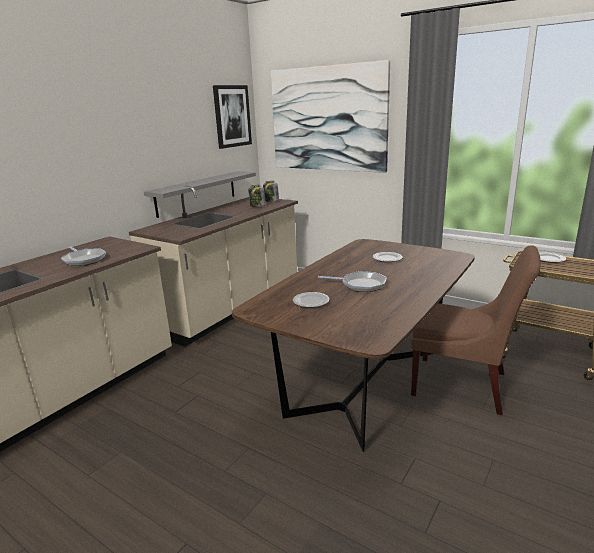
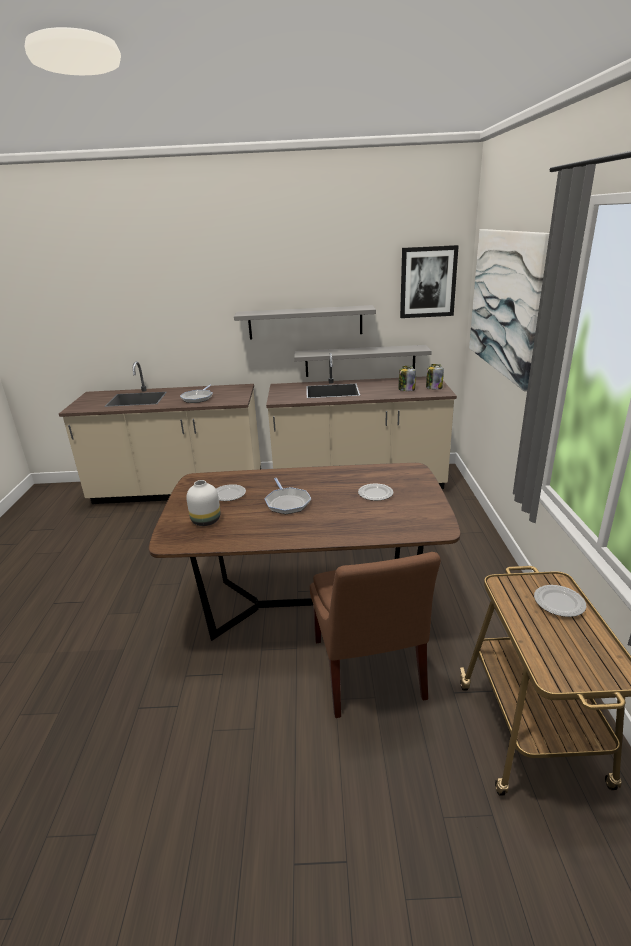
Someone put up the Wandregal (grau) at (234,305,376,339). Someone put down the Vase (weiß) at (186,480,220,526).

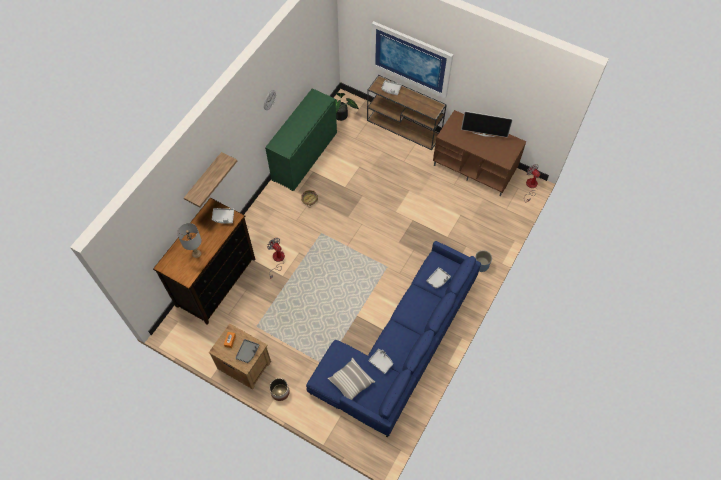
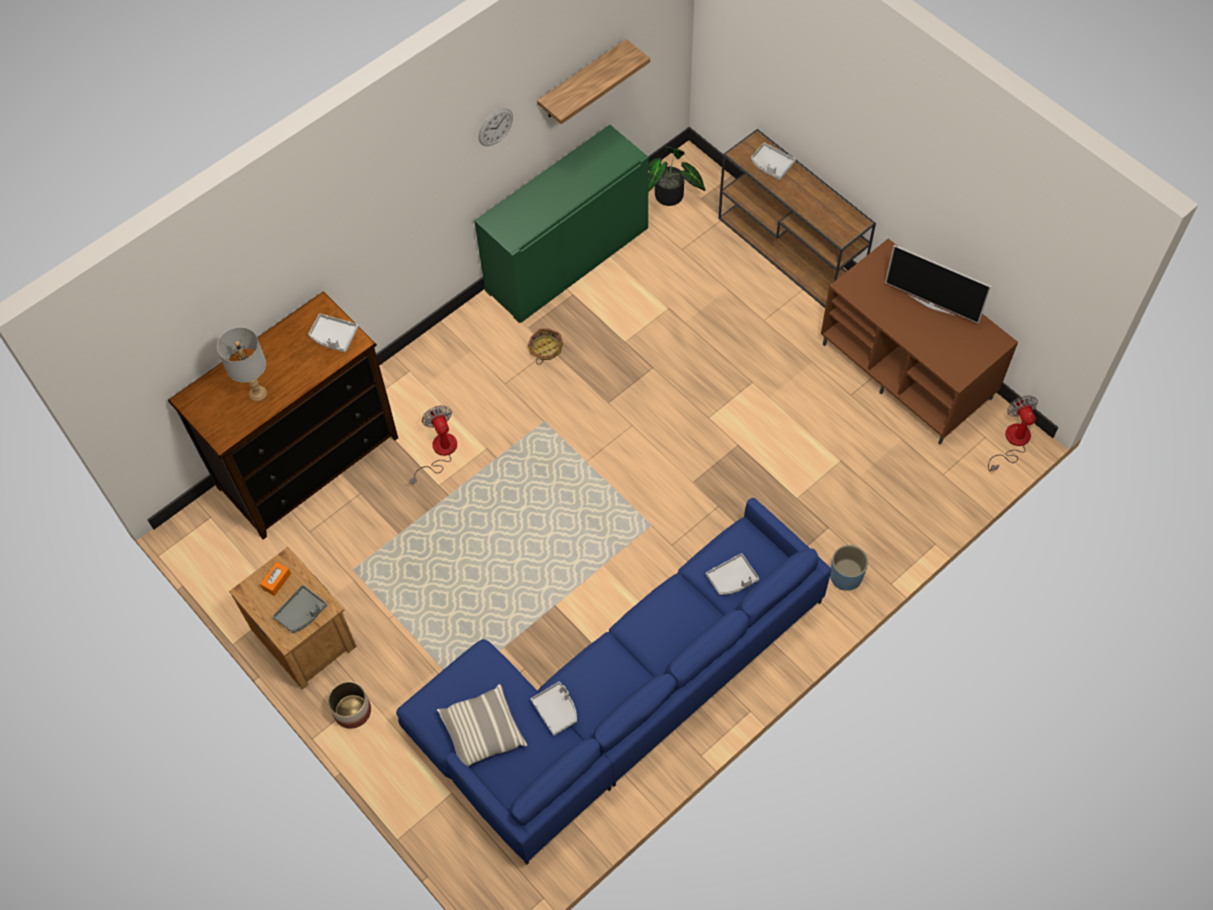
Someone took away the Bild at (371,21,453,99). Someone carried the Wandregal from (184,152,237,207) to (537,39,650,124).

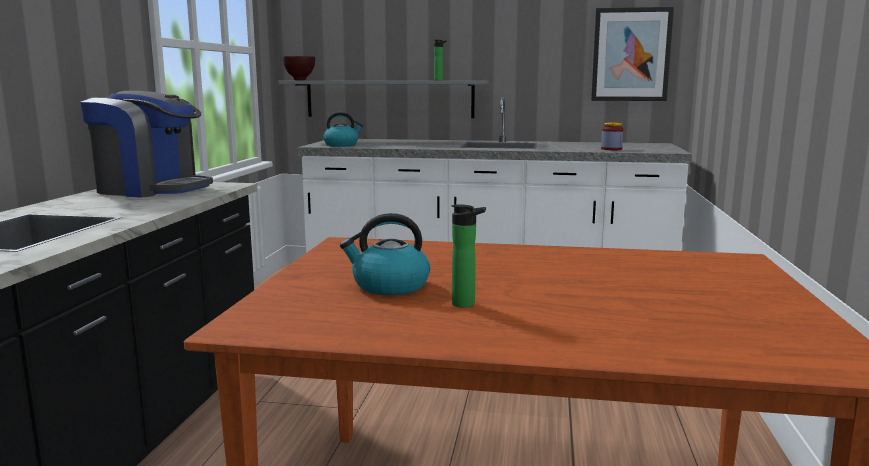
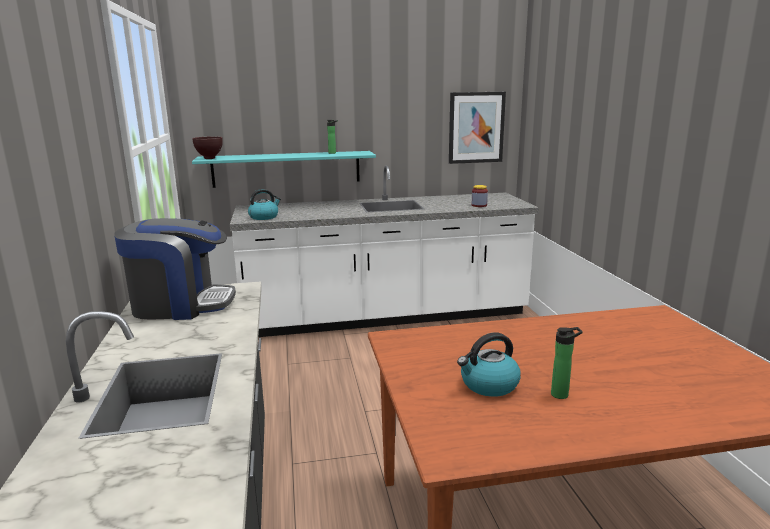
Someone repainted the Wandregal (grau) at (278,81,489,118), which became the Wandregal (türkis) at (192,151,376,188).

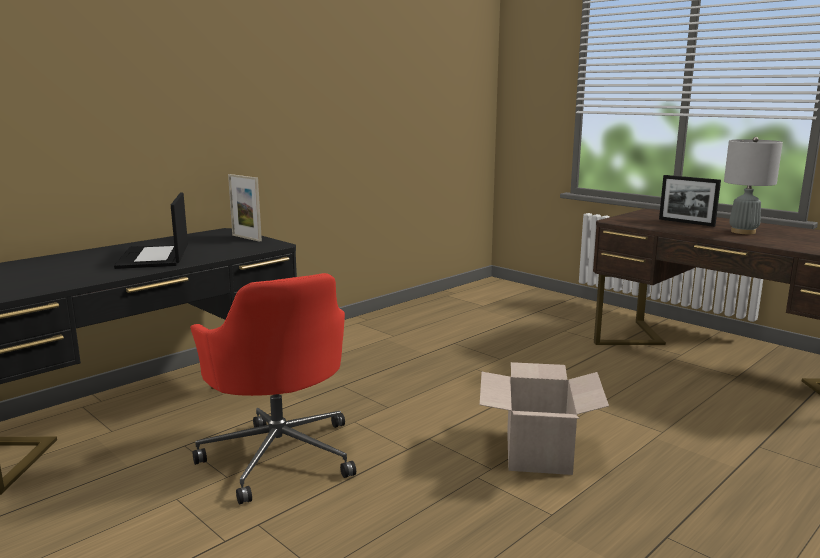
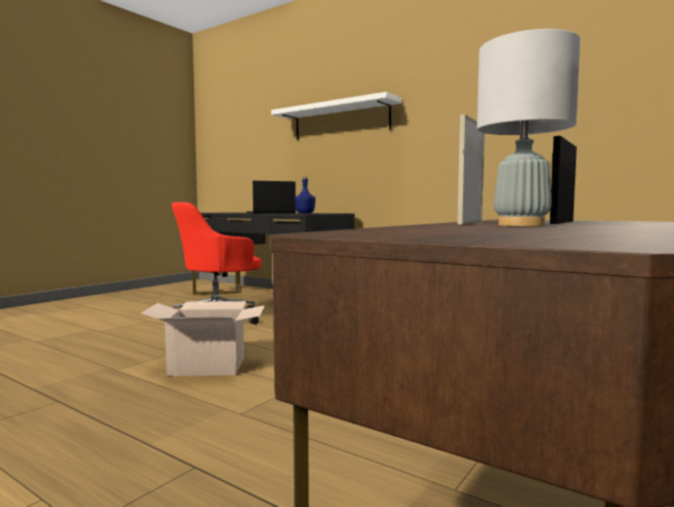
Someone carried the Bilderrahmen from (228,174,262,242) to (457,114,485,224). Someone put up the Wandregal (weiß) at (271,92,402,139). Someone put down the Flasche (blau) at (295,176,316,213).

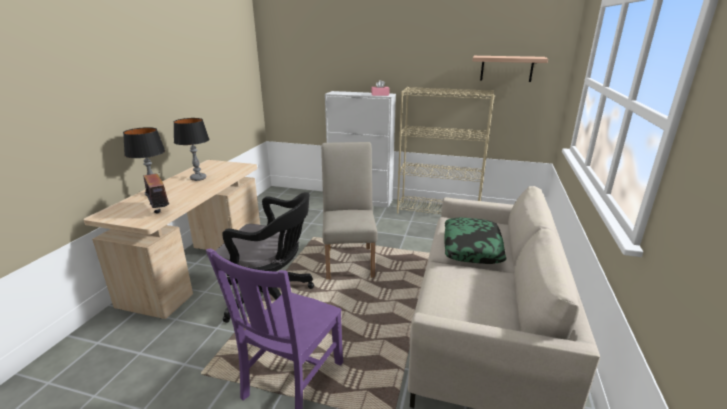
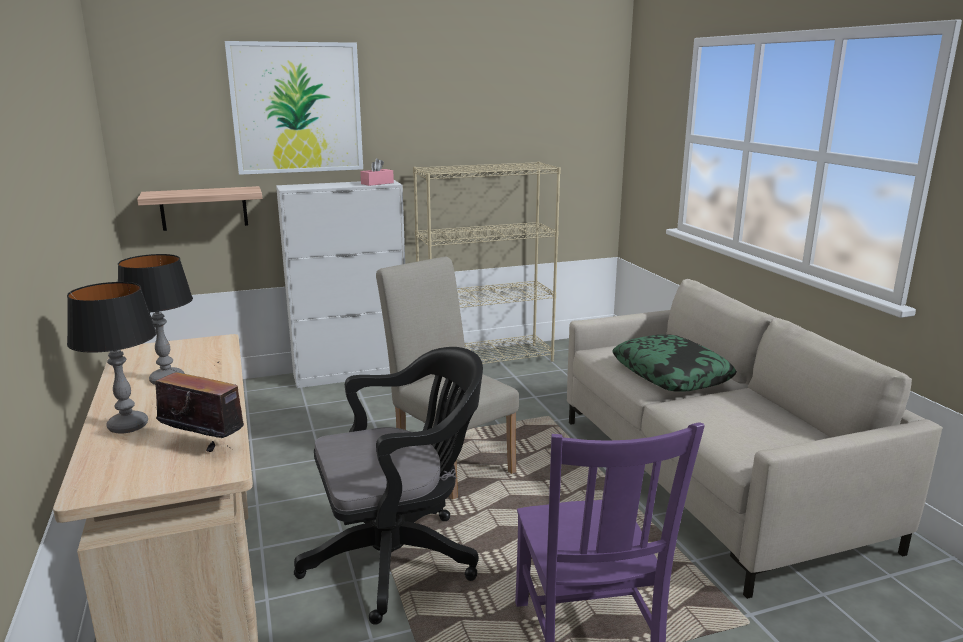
Someone carried the Wandregal from (473,56,548,82) to (137,186,262,231). Someone put up the Bild at (225,41,363,175).

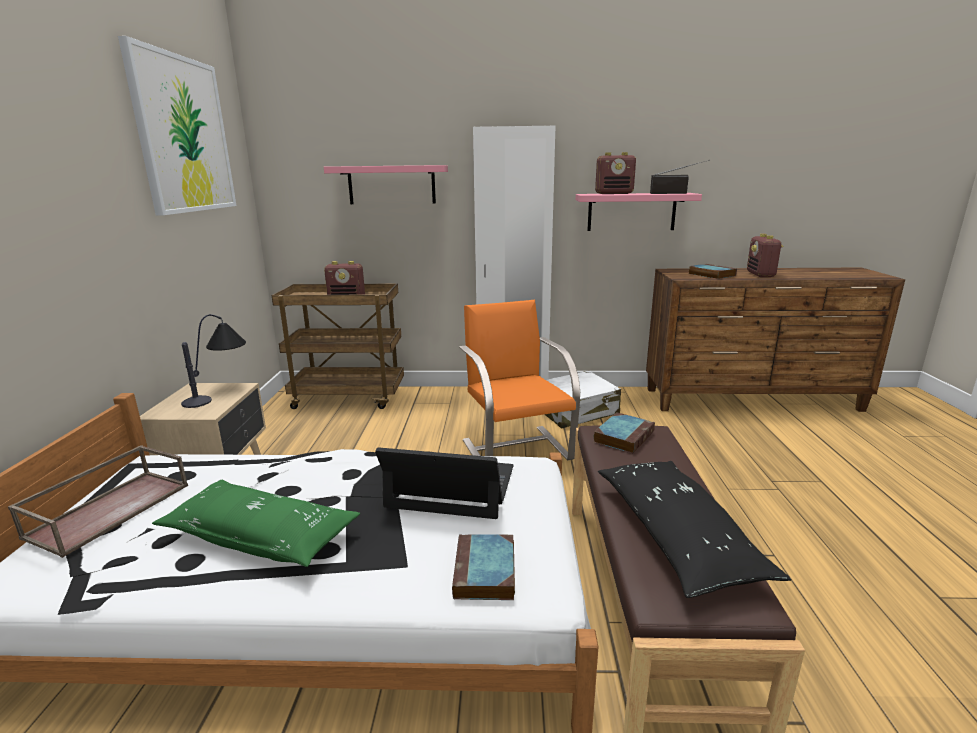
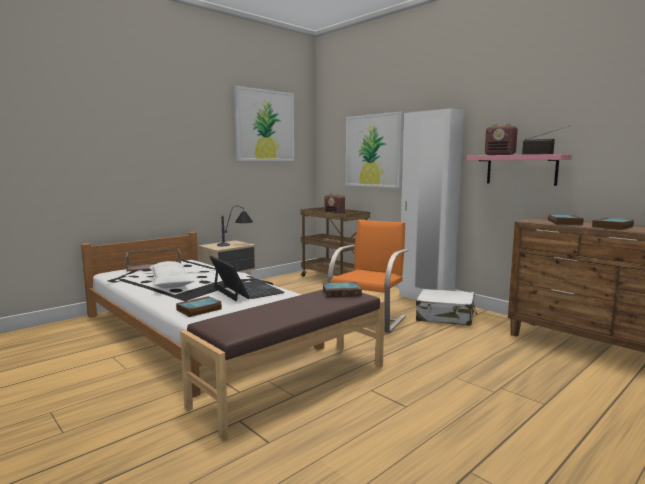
Someone swapped the Wandregal (rosa) at (324,165,448,204) for the Bild at (346,111,403,188). Someone swapped the Radio at (747,234,784,277) for the Buch at (592,218,634,230). Someone took away the Kissen (schwarz) at (598,461,791,598). Someone repainted the Kissen (grün) at (152,480,360,567), which became the Kissen (weiß) at (148,261,195,288).

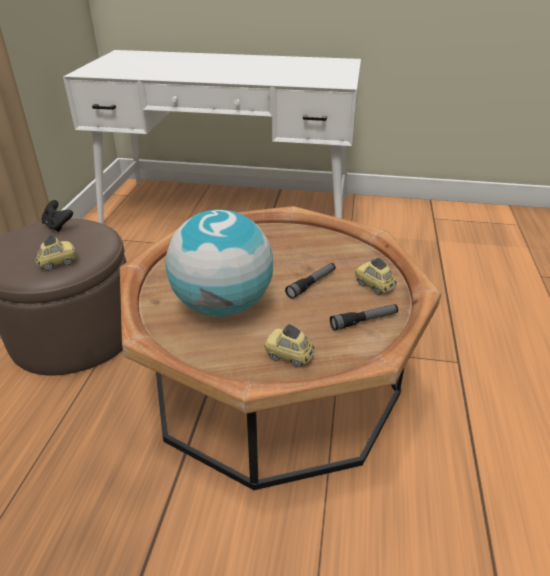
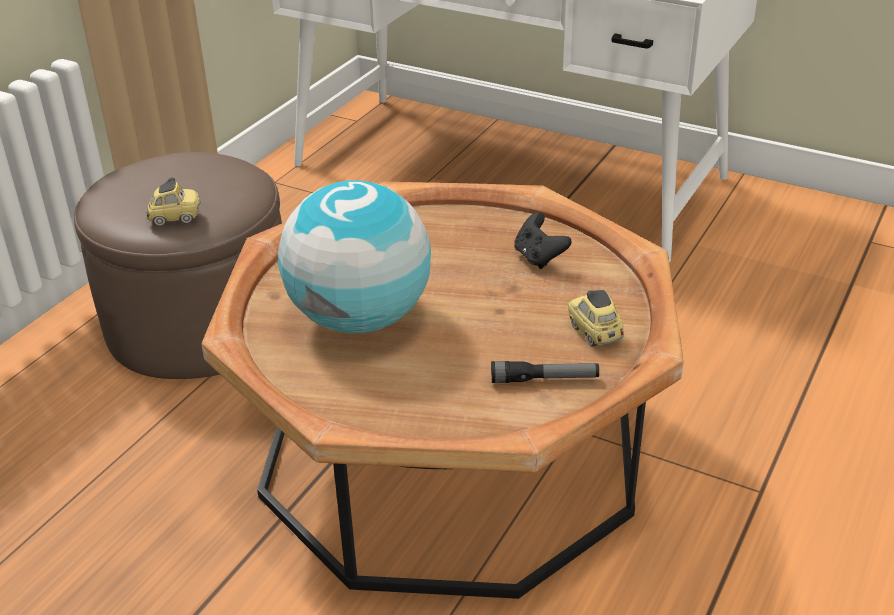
Someone carried the Gamepad (schwarz) from (41,200,73,232) to (514,212,572,269). Someone took away the Taschenlampe at (285,263,335,299). Someone took away the Spielzeugauto at (264,324,315,367).

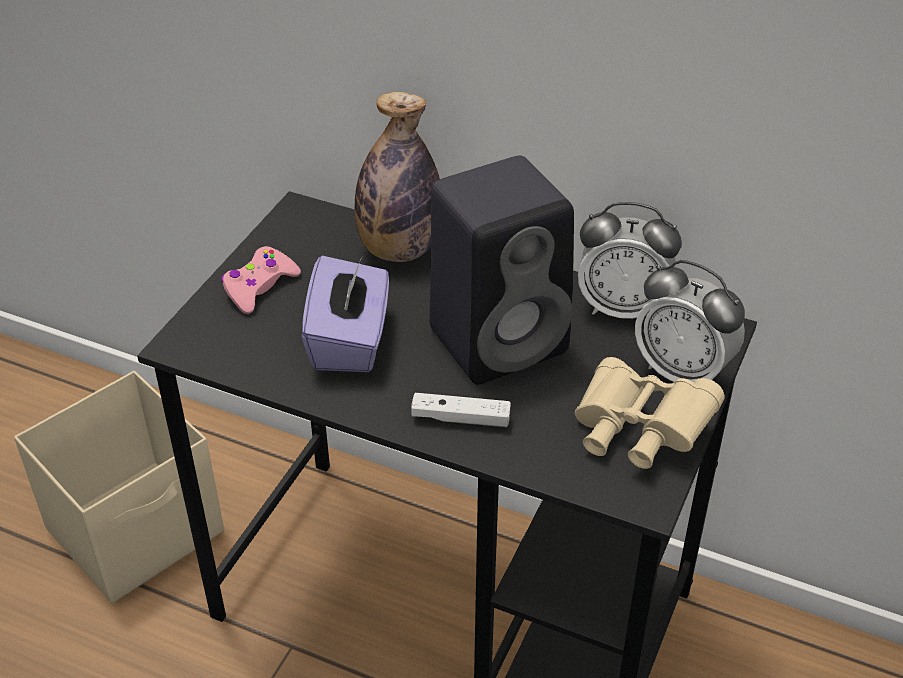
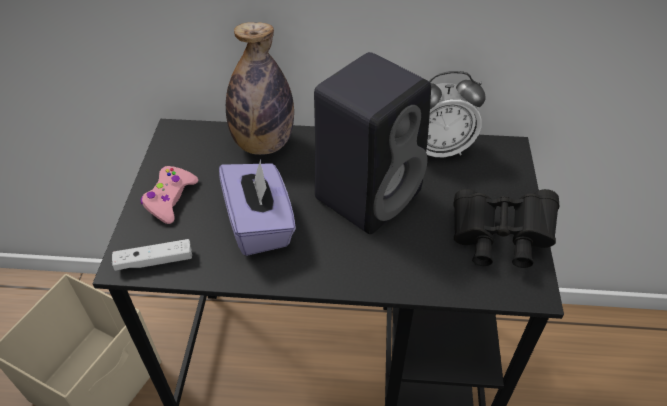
Someone took away the Wecker at (635,260,745,382). Someone repainted the Fernglas (beige) at (575,357,725,469), which became the Fernglas (schwarz) at (453,189,560,268). Someone carried the Gamepad (weiß) from (411,393,511,427) to (112,239,192,271).

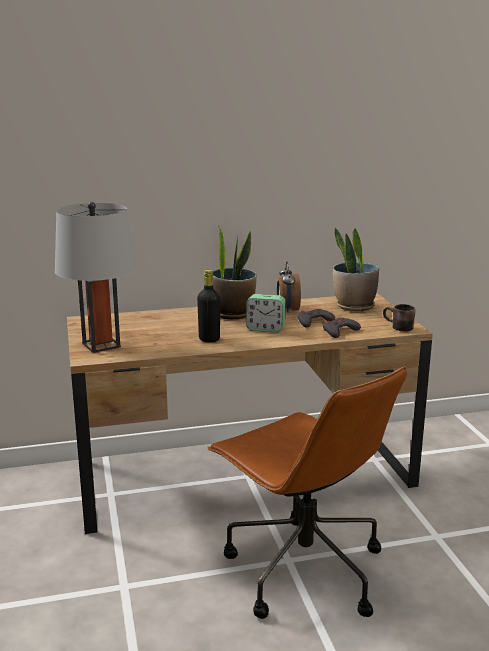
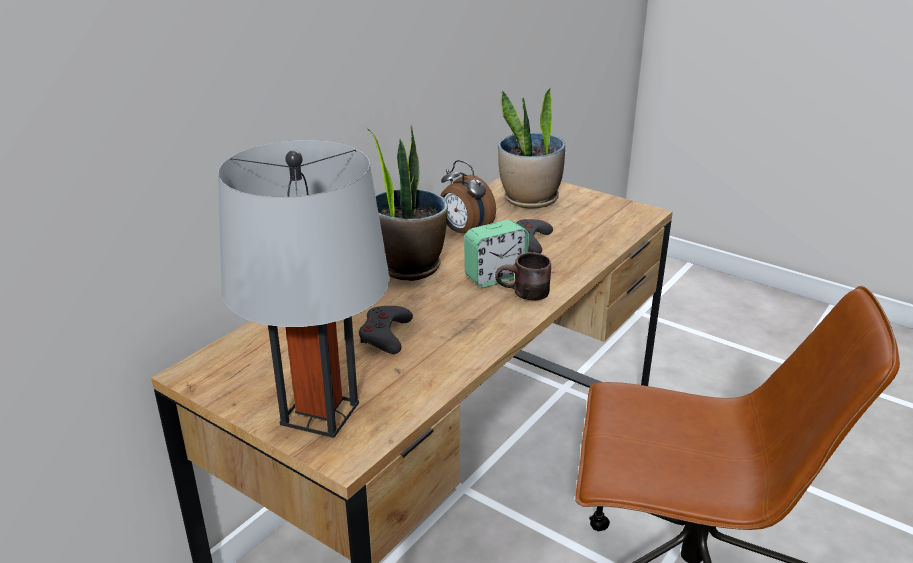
Someone took away the Flasche (schwarz) at (197,270,220,342). Someone carried the Henkelbecher (braun) from (383,304,415,332) to (495,252,551,300). Someone carried the Gamepad (grau) from (323,318,361,338) to (359,306,413,354).

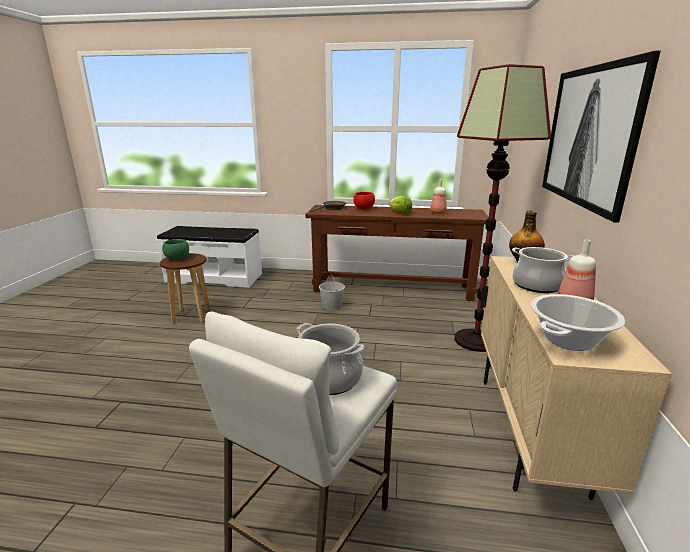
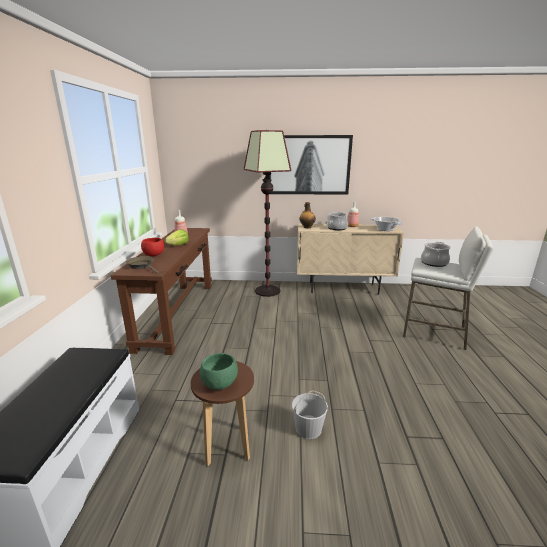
Someone carried the Eimer (weiß) from (319,274,345,310) to (292,391,328,439).

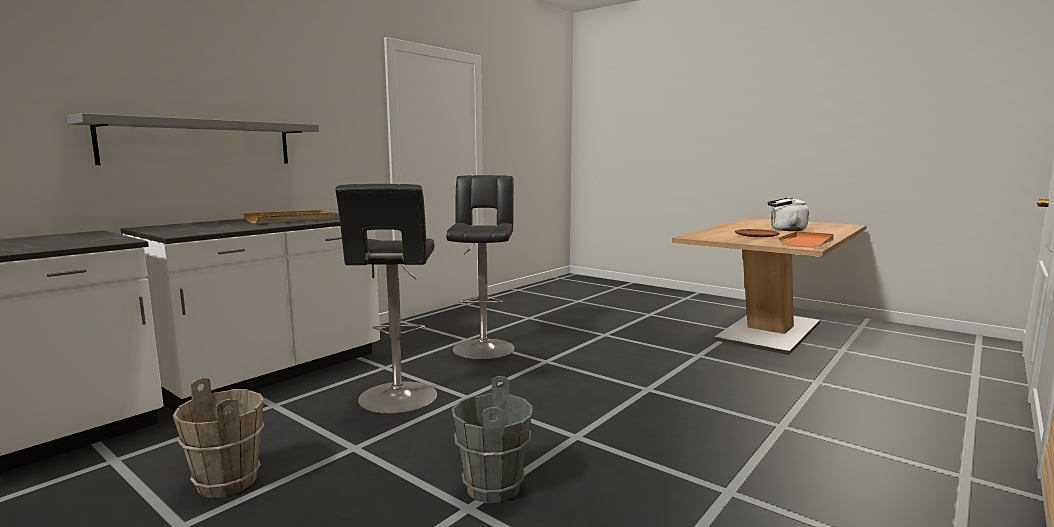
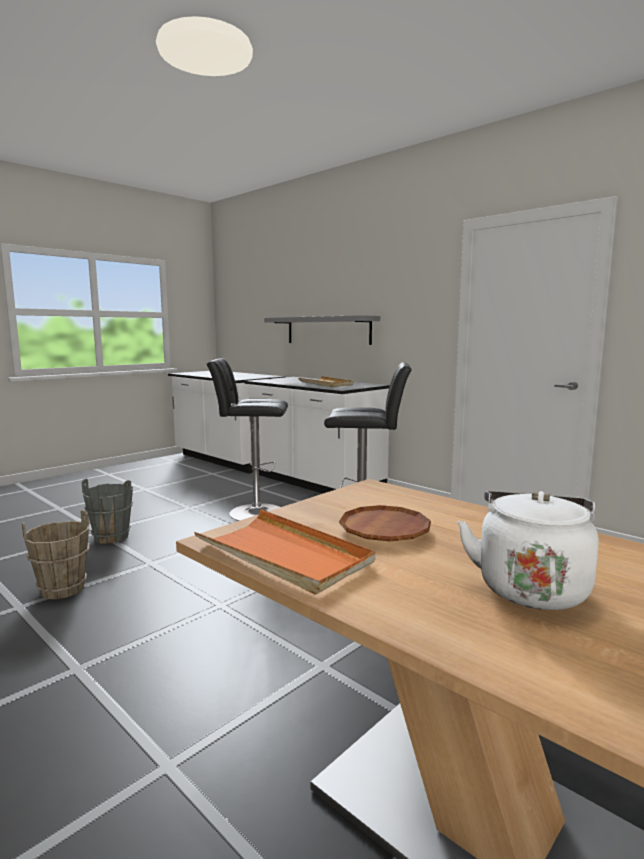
Someone carried the Eimer (braun) from (172,378,264,498) to (22,510,90,599).

